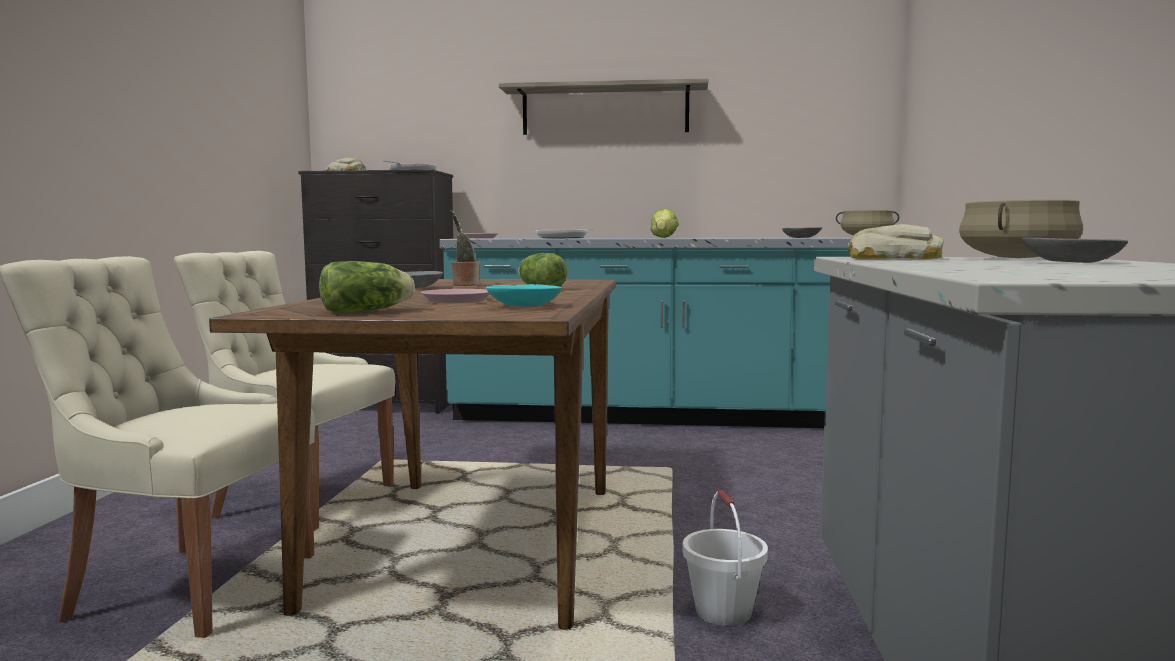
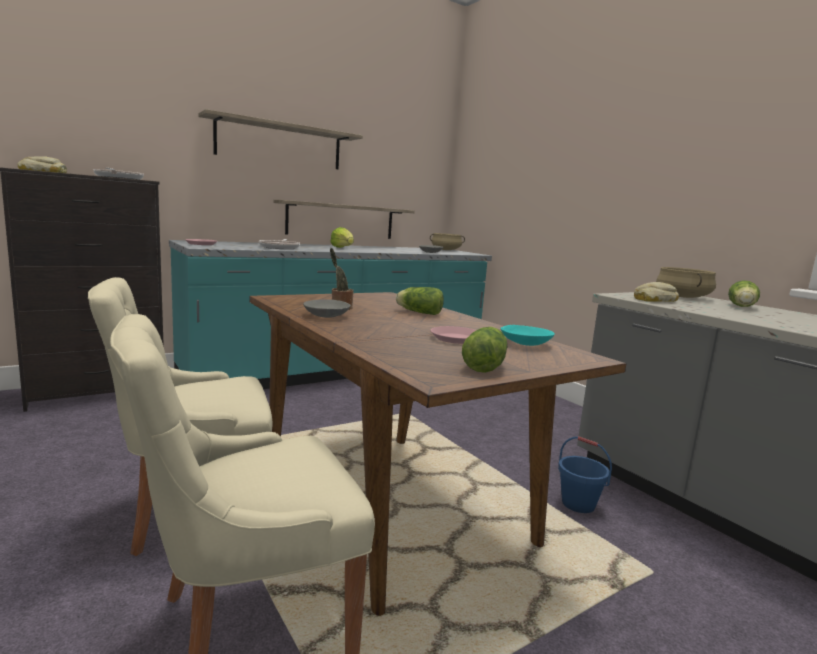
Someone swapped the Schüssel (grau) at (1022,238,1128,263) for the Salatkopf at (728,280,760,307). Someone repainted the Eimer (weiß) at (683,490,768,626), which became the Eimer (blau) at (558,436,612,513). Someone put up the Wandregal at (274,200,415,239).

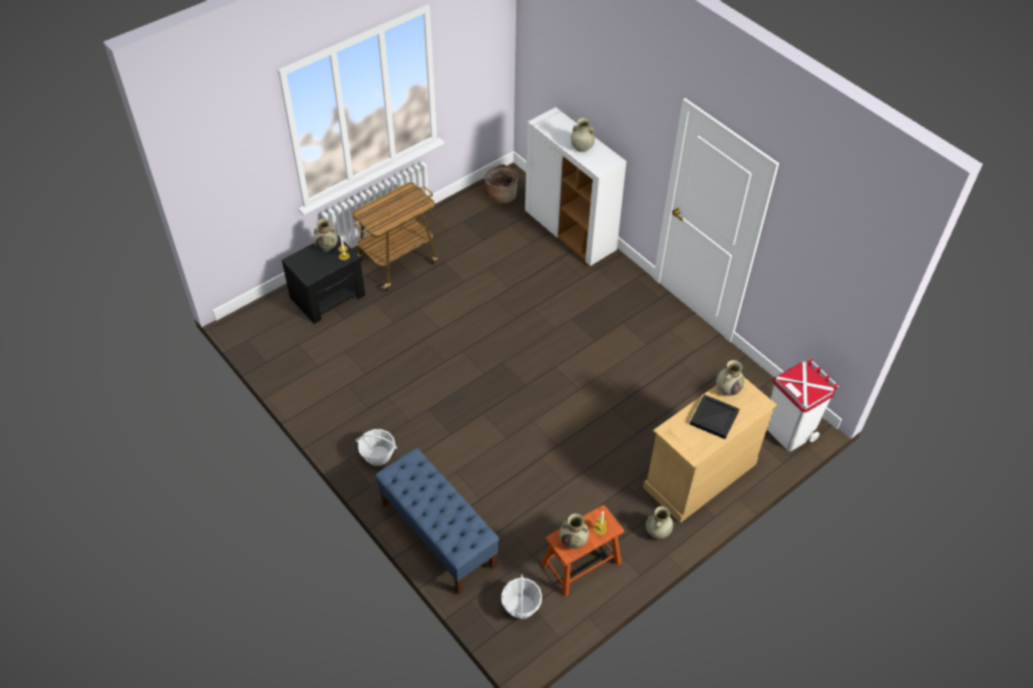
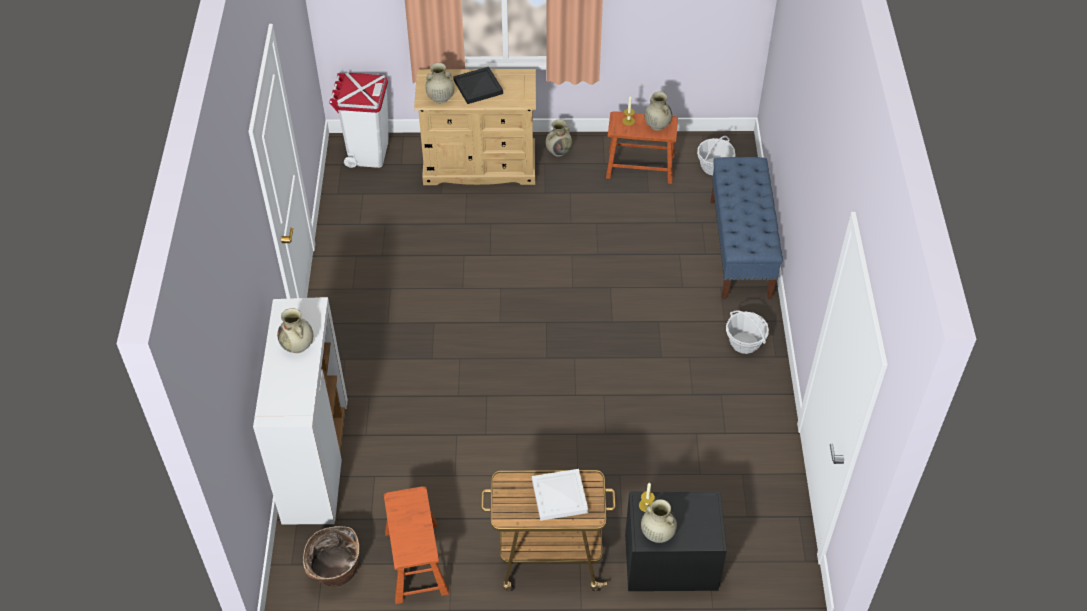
Someone put down the Tablett (weiß) at (532,469,588,521). Someone put down the Hocker (braun) at (384,486,449,604).

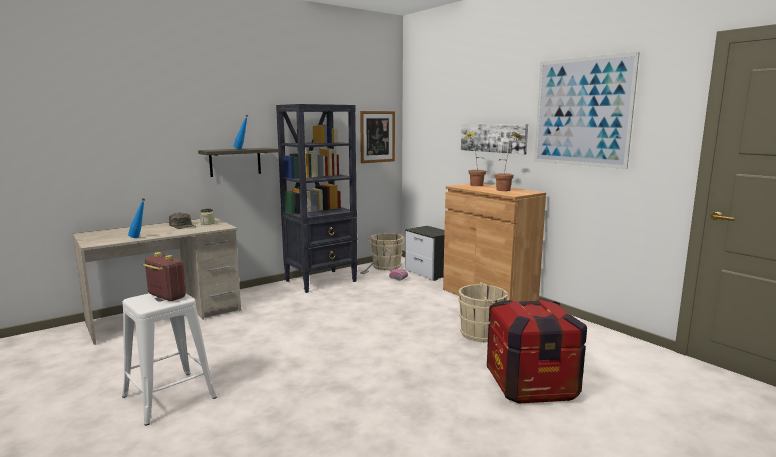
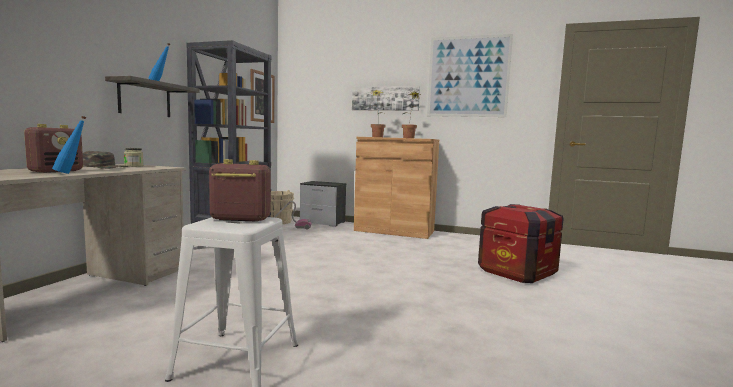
Someone took away the Eimer (beige) at (458,282,509,342). Someone put down the Radio at (24,124,83,173).

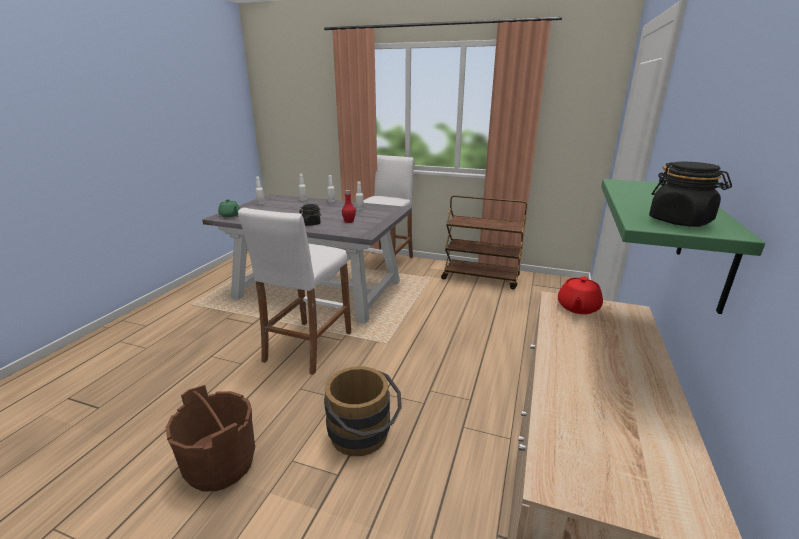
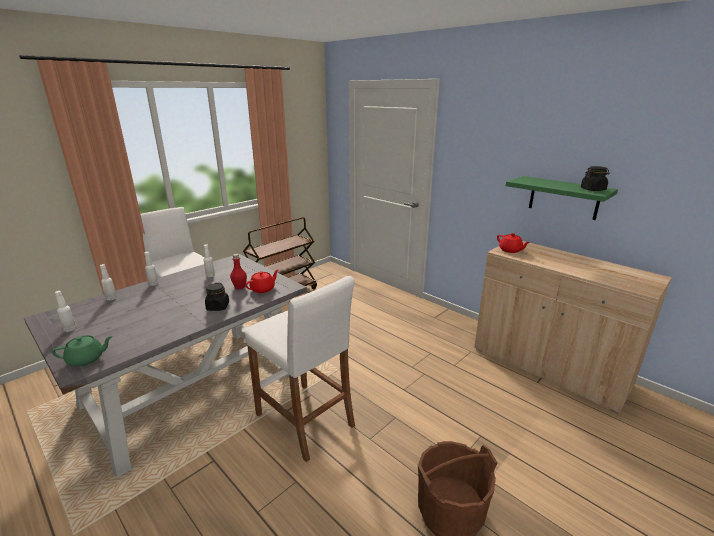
Someone took away the Eimer (braun) at (324,367,402,456). Someone put down the Teekanne (rot) at (245,269,279,293).

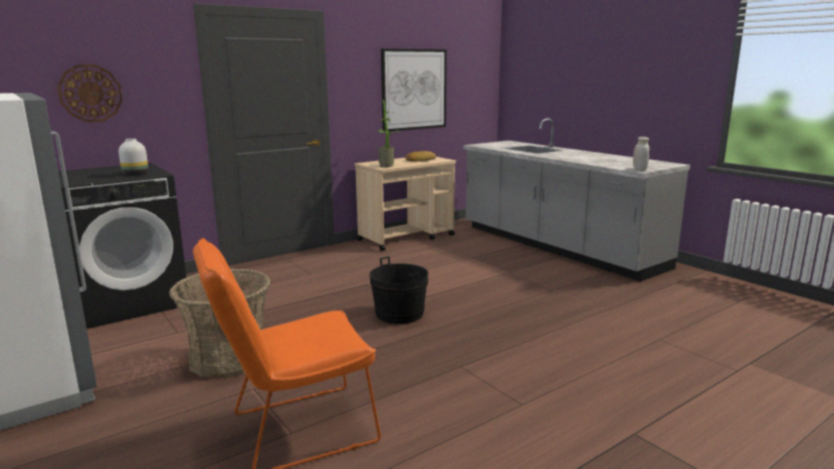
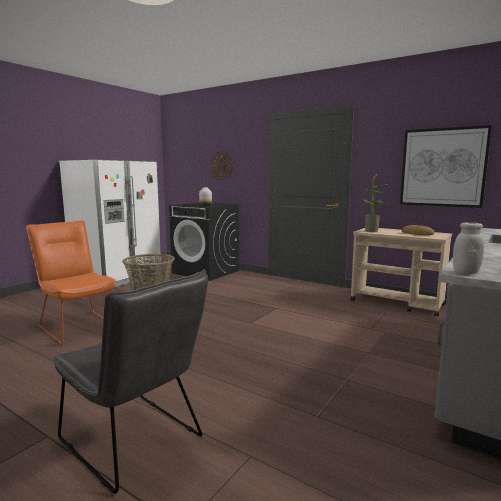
Someone took away the Eimer (schwarz) at (370,257,428,324). Someone put down the Stuhl (grau) at (53,269,208,494).

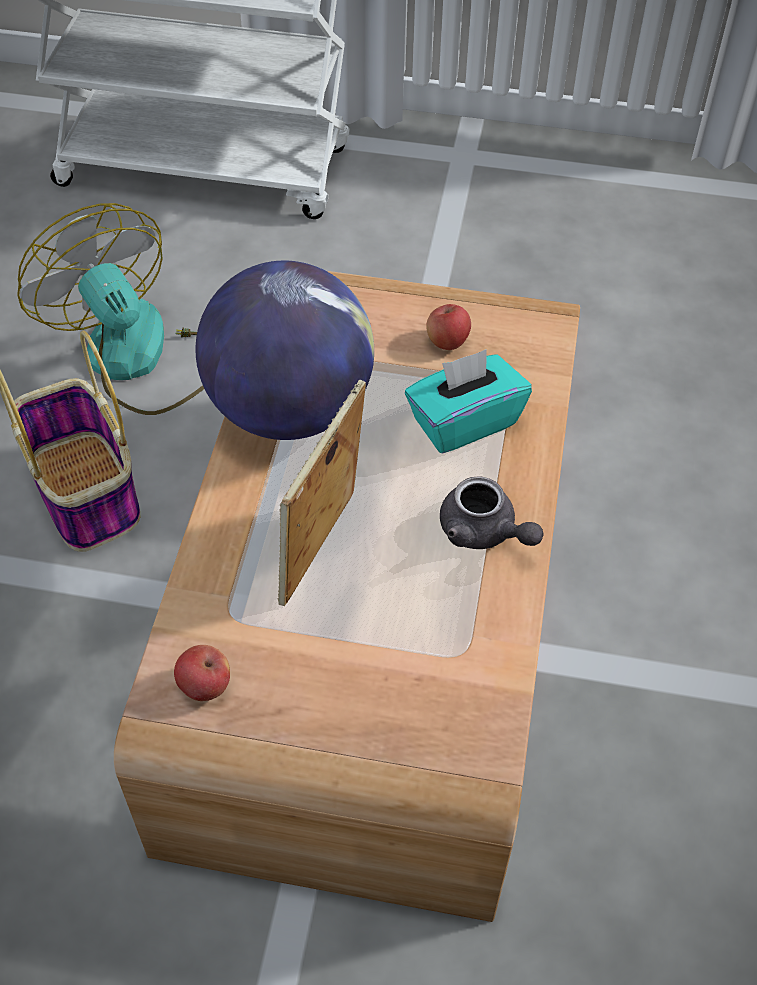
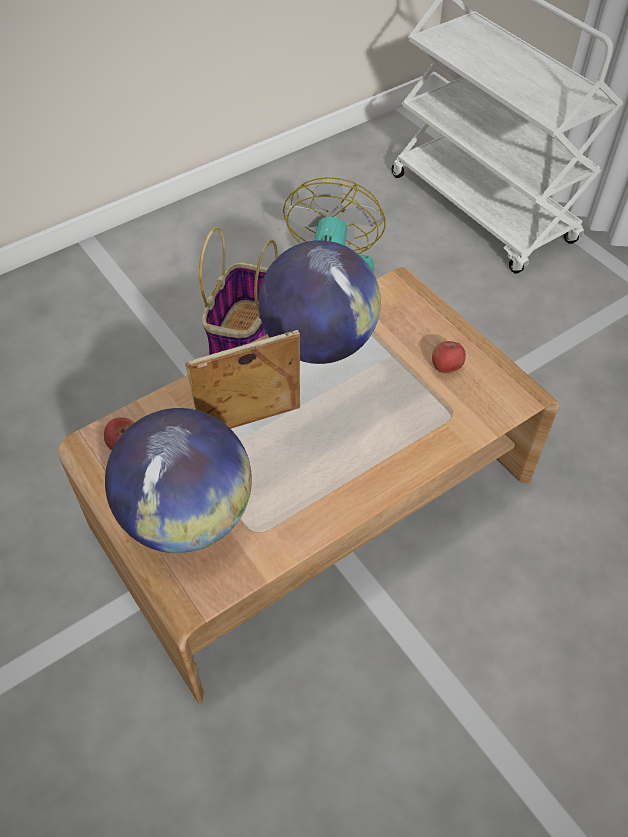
Someone took away the Taschentuchbox (türkis) at (405,349,532,454). Someone took away the Teekanne (grau) at (440,476,544,549). Someone put down the Globus at (105,408,252,553).

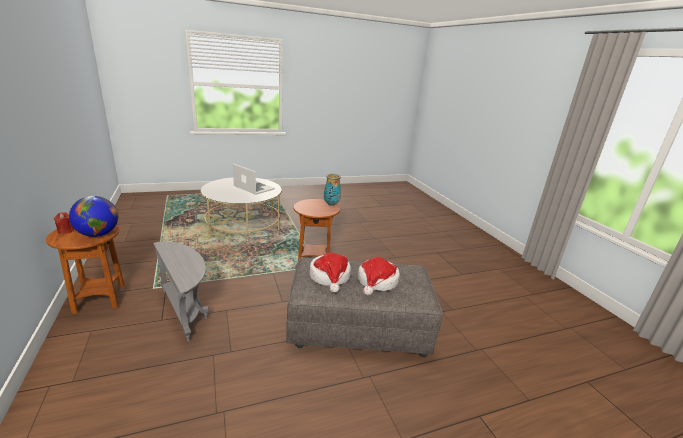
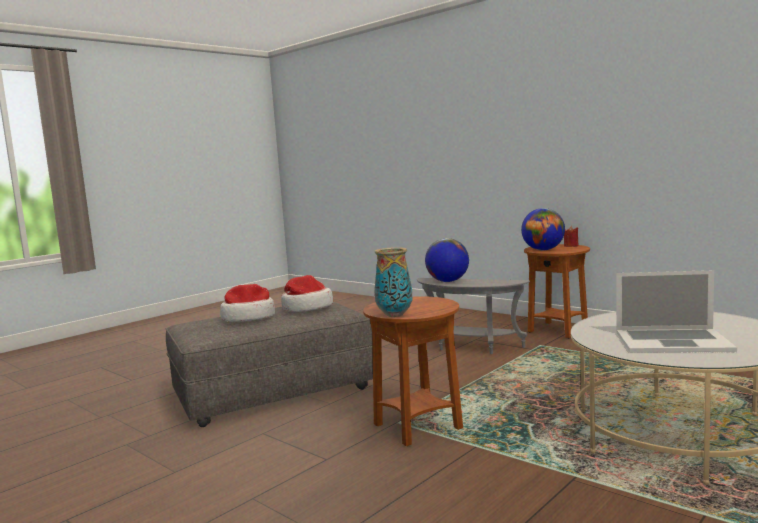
Someone put down the Globus at (425,238,469,282).

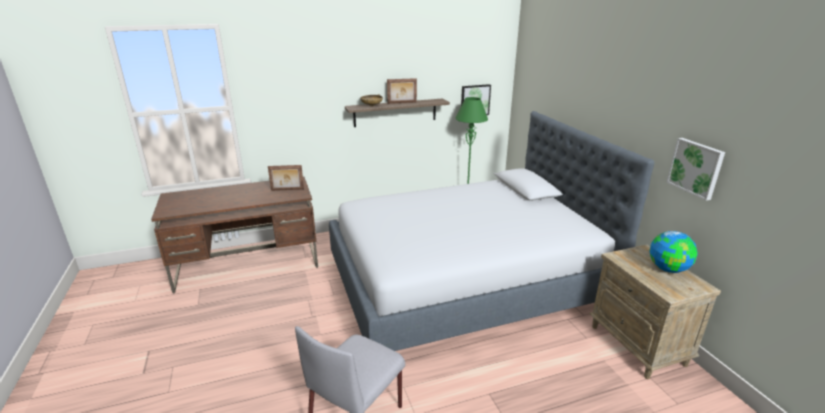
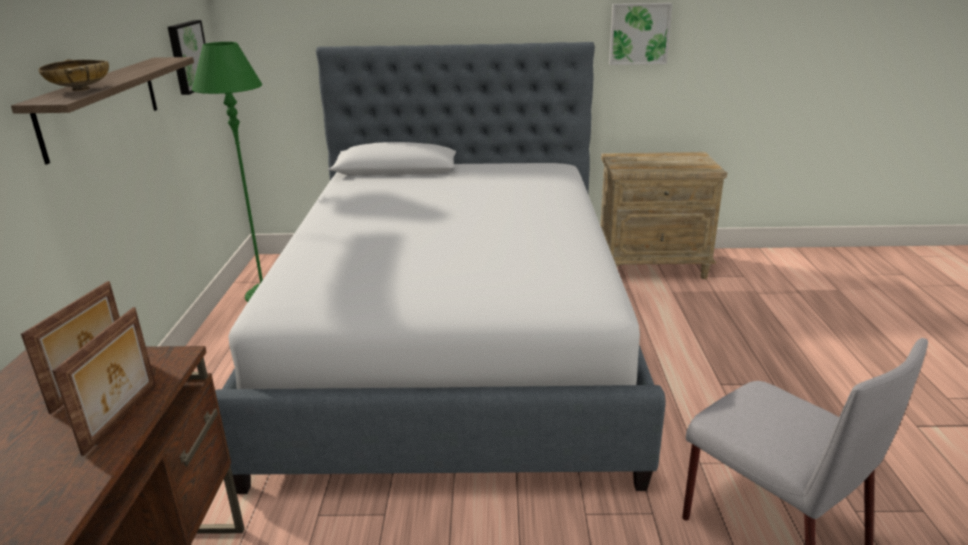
Someone carried the Bilderrahmen from (387,78,417,104) to (52,307,156,456). Someone took away the Globus at (649,231,698,273).

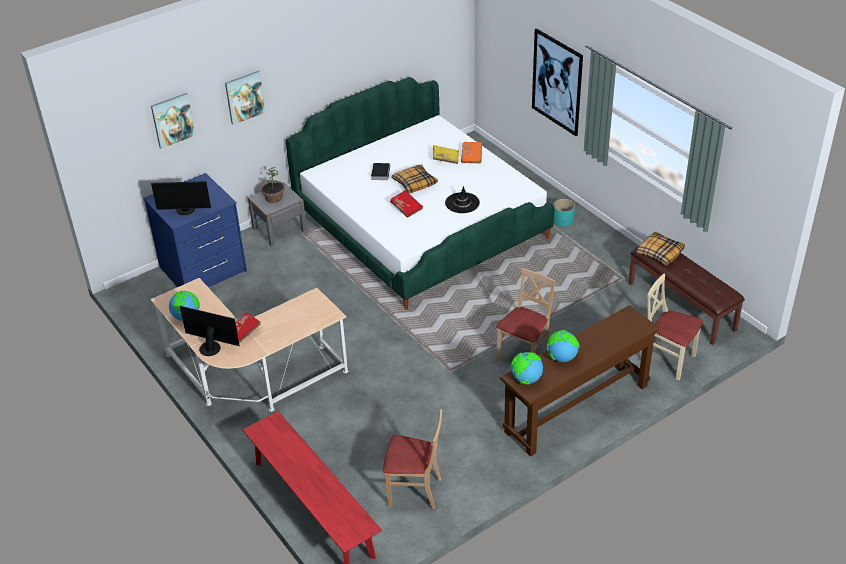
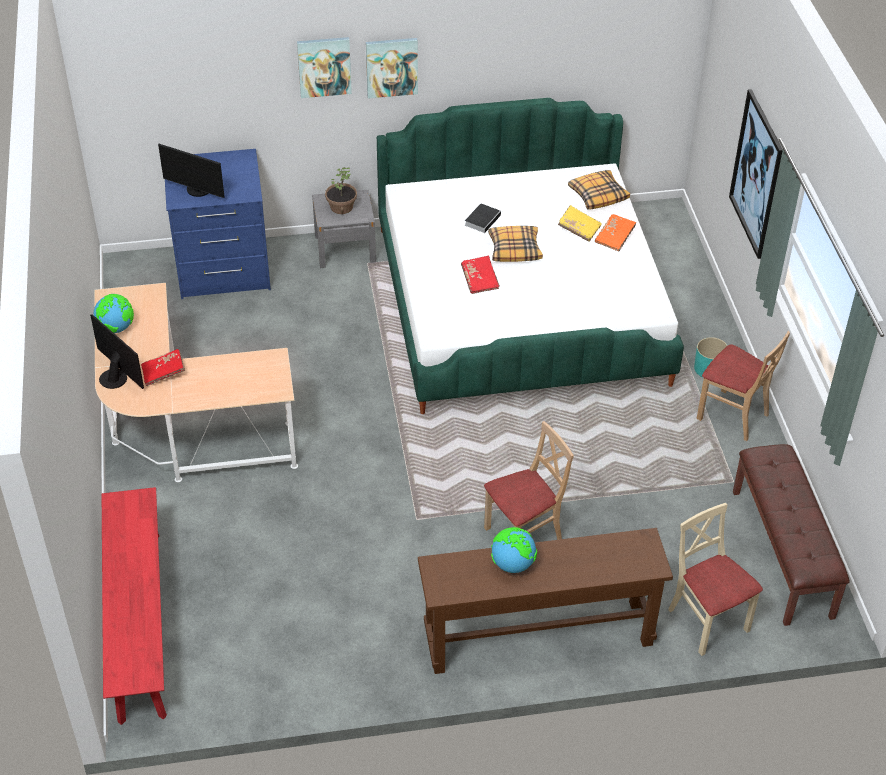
Someone carried the Bild from (151,93,196,149) to (366,38,418,99). Someone took away the Hut (schwarz) at (445,186,480,213). Someone carried the Kissen from (637,231,685,266) to (568,170,630,209). Someone took away the Globus at (511,352,543,385). Someone carried the Stuhl (beige) from (383,409,442,509) to (696,330,790,441).

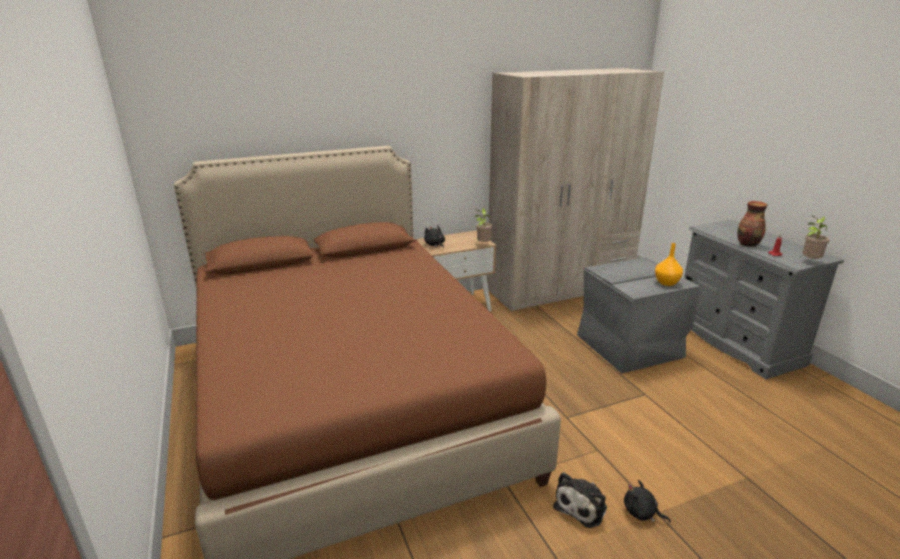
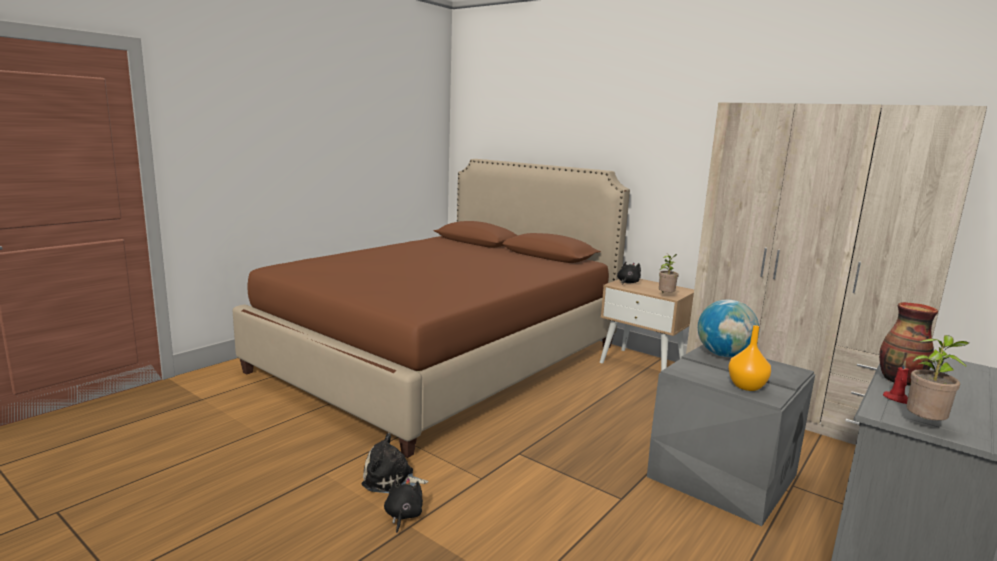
Someone put down the Globus at (698,299,759,357).

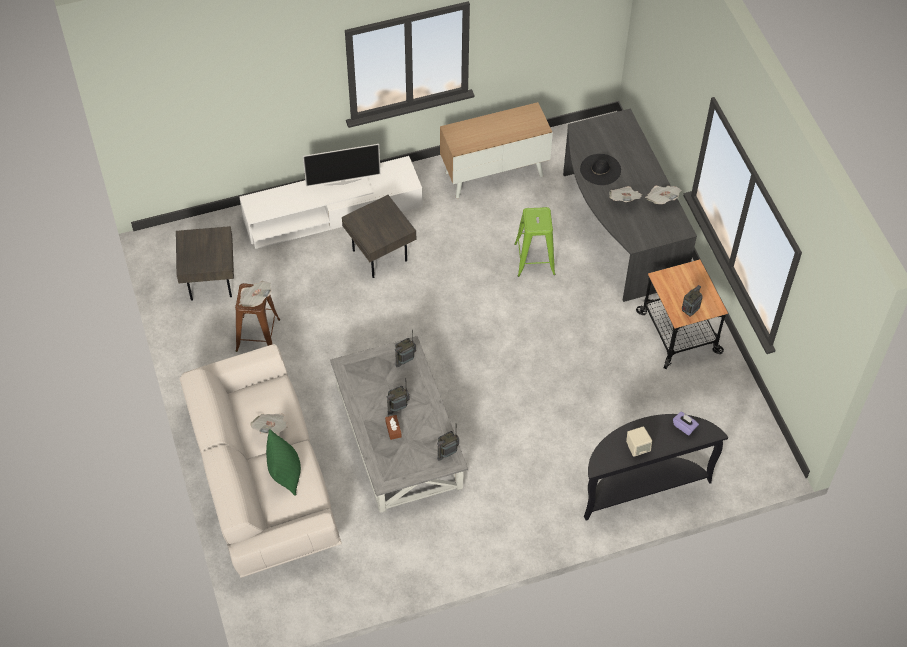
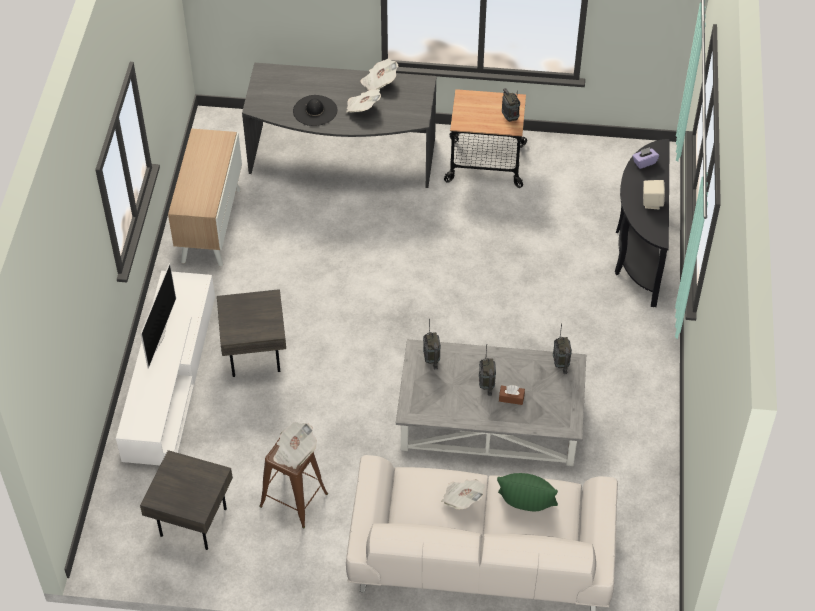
Someone took away the Hocker (grün) at (514,207,555,277).

